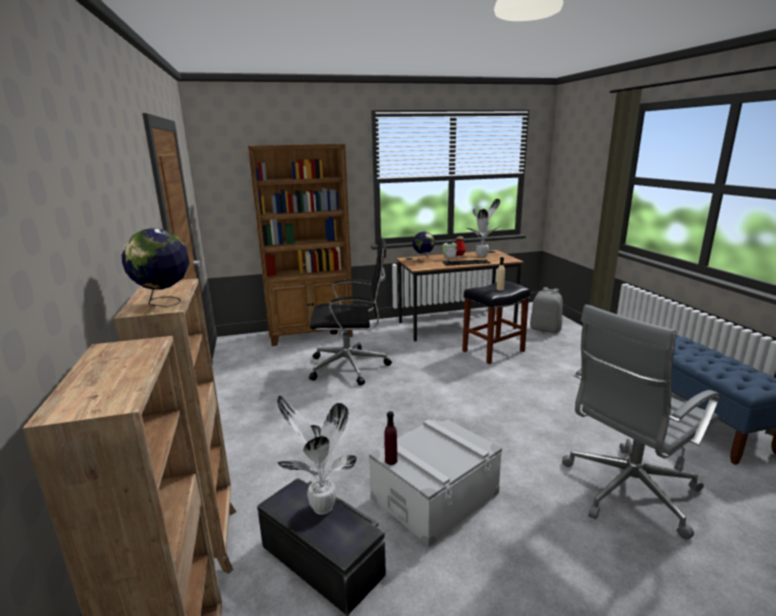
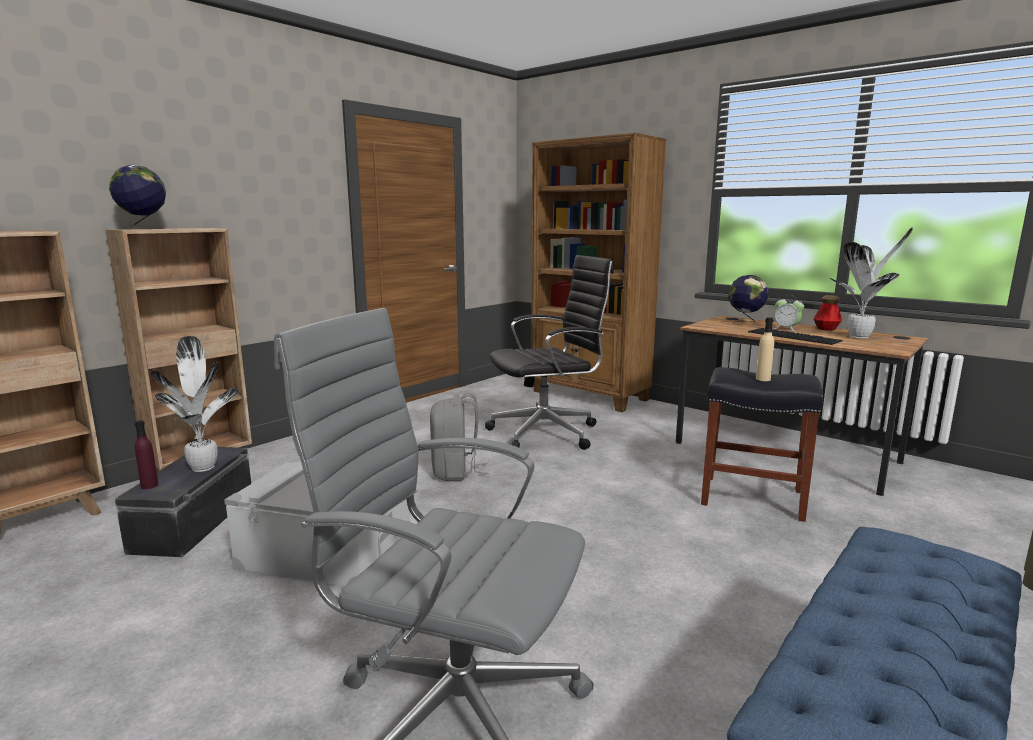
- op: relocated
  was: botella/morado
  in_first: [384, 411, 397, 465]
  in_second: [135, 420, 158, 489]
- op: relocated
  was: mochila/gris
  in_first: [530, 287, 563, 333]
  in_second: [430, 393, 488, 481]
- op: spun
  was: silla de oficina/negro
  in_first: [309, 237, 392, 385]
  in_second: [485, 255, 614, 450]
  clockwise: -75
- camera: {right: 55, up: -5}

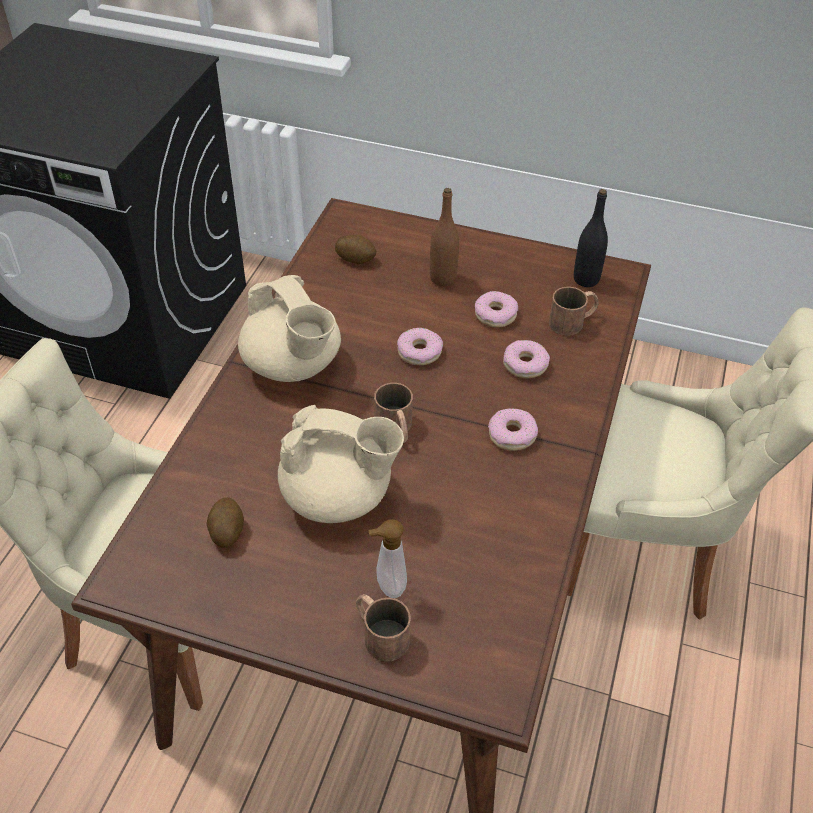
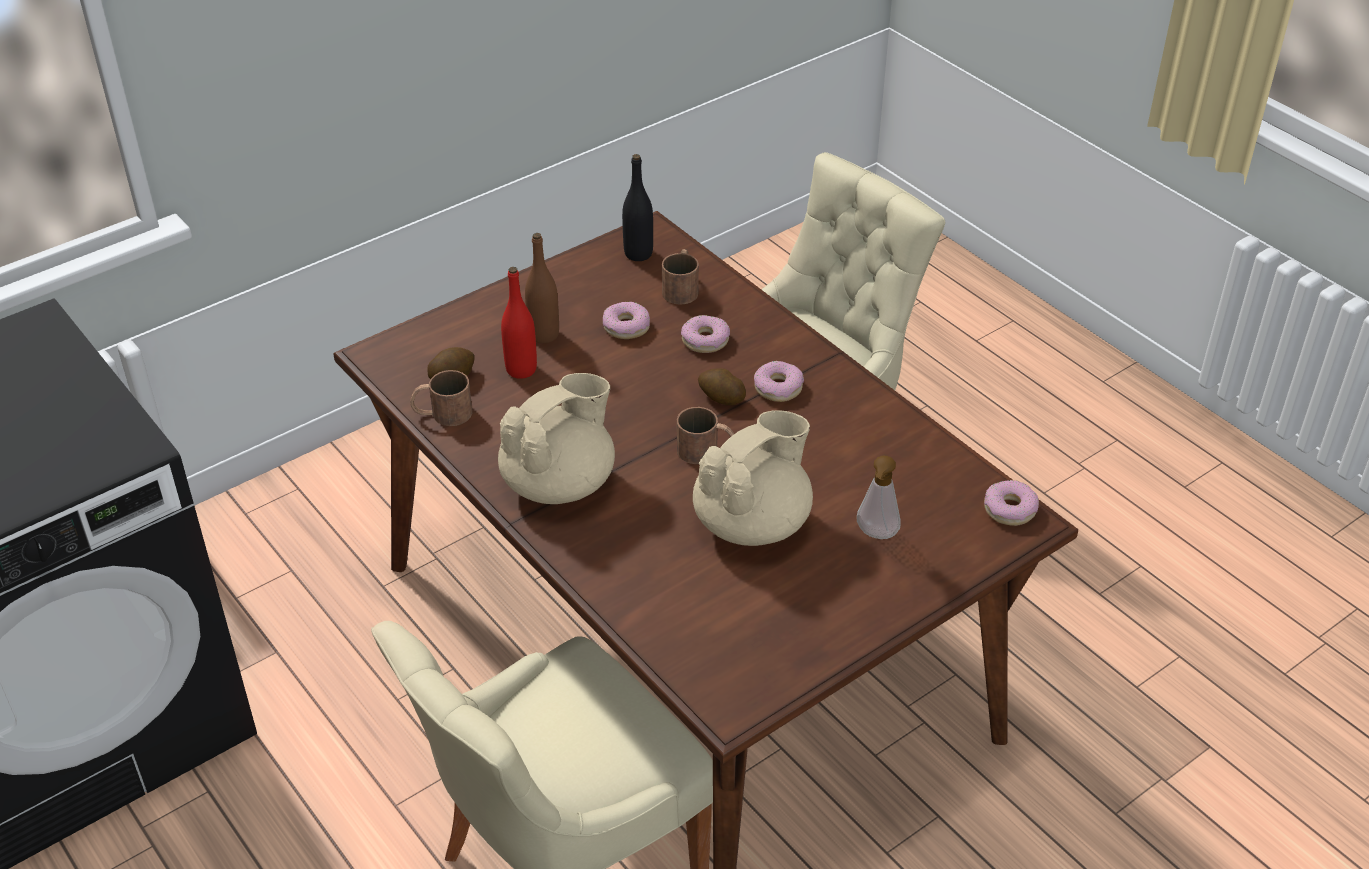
- op: appeared
  now: botella/rojo
  in_second: [501, 267, 537, 379]
- op: relocated
  was: patata
  in_first: [207, 497, 244, 548]
  in_second: [698, 368, 746, 405]
- op: relocated
  was: taza grande/marrón
  in_first: [356, 594, 411, 662]
  in_second: [410, 370, 472, 426]
- op: relocated
  was: rosquilla
  in_first: [397, 328, 443, 365]
  in_second: [984, 480, 1039, 526]
- op: spun
  was: tetera/beis
  in_first: [238, 275, 341, 382]
  in_second: [498, 373, 615, 504]
  clockwise: -45
- camera: {right: -55, up: -5}

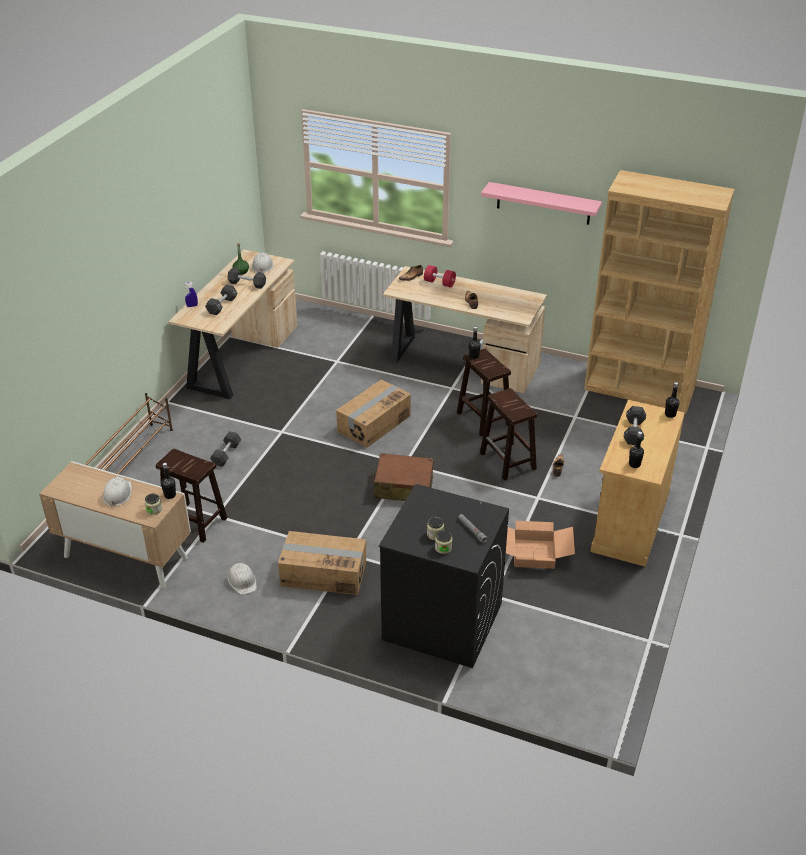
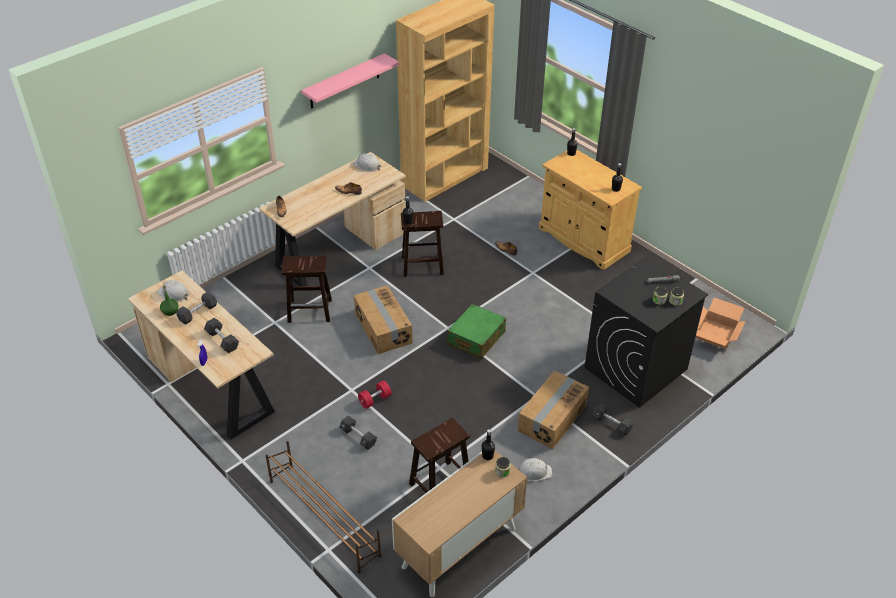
- op: relocated
  was: casco/blanco
  in_first: [103, 476, 132, 507]
  in_second: [353, 153, 381, 172]
- op: relocated
  was: mancuerna/rojo
  in_first: [424, 265, 456, 287]
  in_second: [358, 381, 392, 409]
- op: relocated
  was: taburete/marrón
  in_first: [480, 388, 537, 481]
  in_second: [281, 256, 332, 323]
- op: relocated
  was: caja de cartón
  in_first: [506, 521, 575, 569]
  in_second: [696, 297, 746, 349]
- op: relocated
  was: mancuerna/negro
  in_first: [624, 406, 646, 445]
  in_second: [593, 403, 633, 435]
- op: colour
  was: maleta/marrón
  now: maleta/verde
  in_first: [373, 453, 434, 501]
  in_second: [447, 304, 506, 359]
- camera: {right: -65, up: 5}

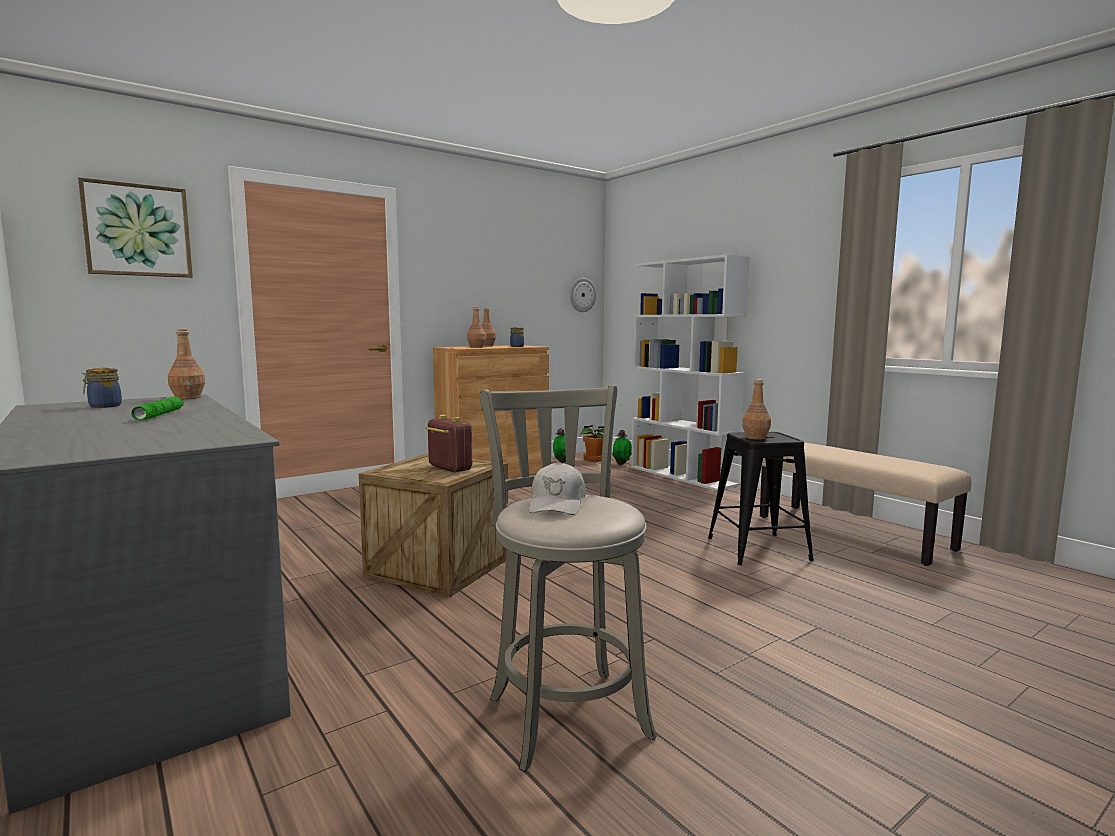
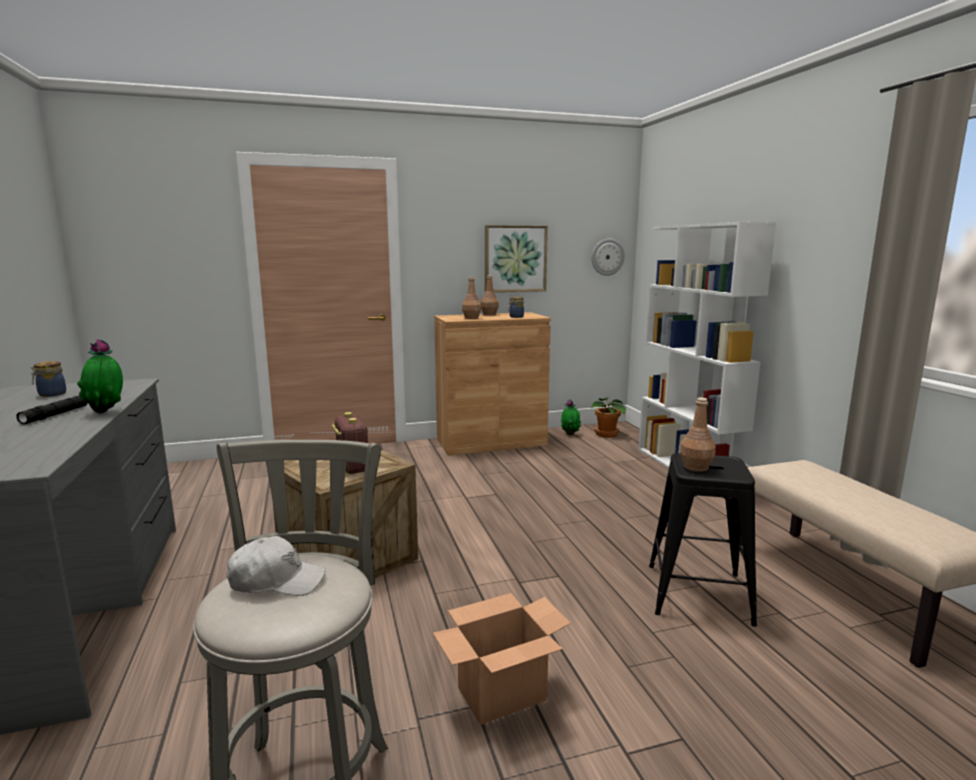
- op: missing
  was: botella/marrón
  in_first: [168, 329, 205, 399]
- op: appeared
  now: caja de cartón
  in_second: [433, 593, 571, 725]
- op: relocated
  was: cuadro
  in_first: [78, 177, 193, 278]
  in_second: [485, 225, 548, 292]
- op: relocated
  was: planta en maceta
  in_first: [612, 430, 632, 465]
  in_second: [77, 339, 123, 414]
- op: colour
  was: linterna/verde
  now: linterna/negro
  in_first: [131, 397, 184, 421]
  in_second: [16, 396, 88, 424]
- op: spun
  was: gorra/blanco
  in_first: [529, 462, 586, 515]
  in_second: [227, 536, 326, 596]
  clockwise: -120
- camera: {right: 20, up: 5}

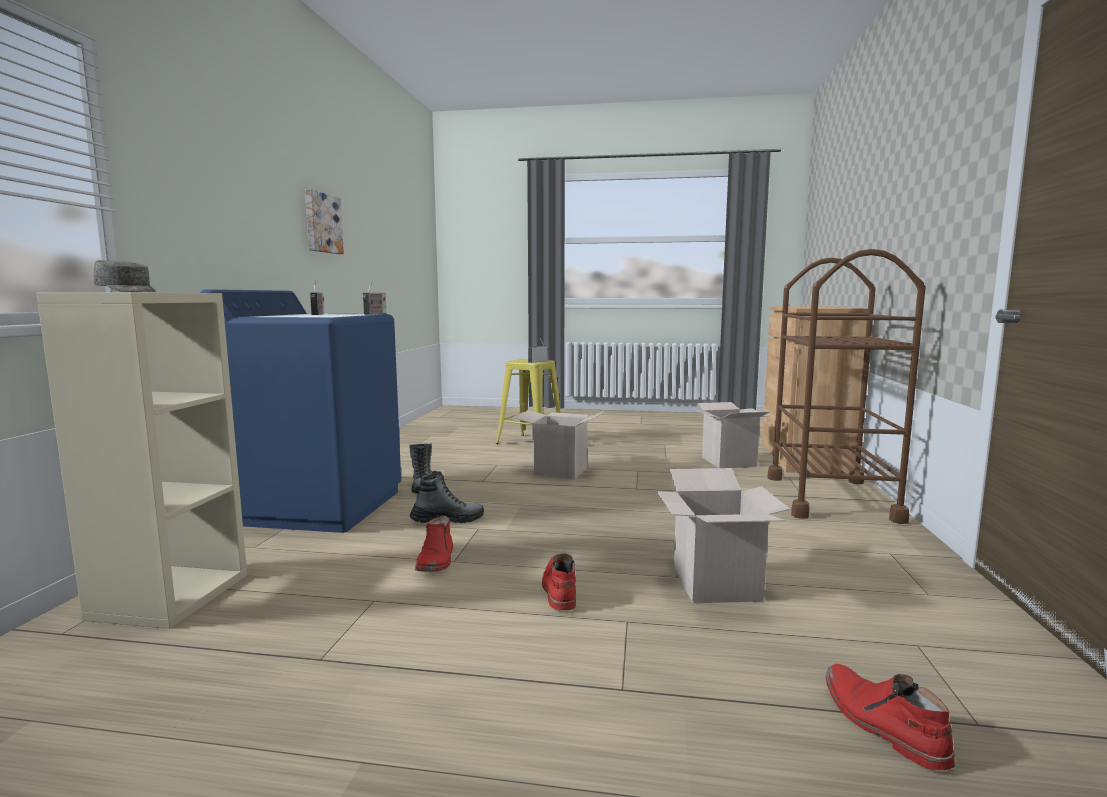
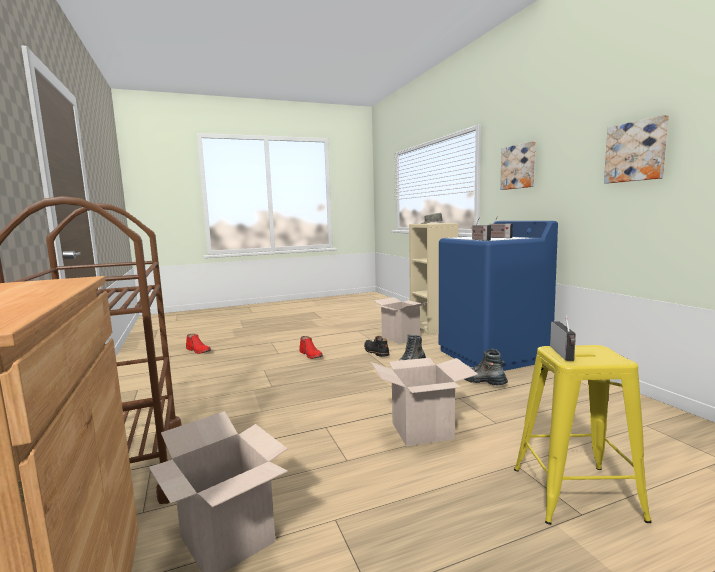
- op: appeared
  now: cuadro
  in_second: [500, 141, 535, 190]
- op: relocated
  was: caja de cartón
  in_first: [657, 468, 790, 603]
  in_second: [374, 297, 428, 344]
- op: colour
  was: bota/rojo
  now: bota/negro
  in_first: [415, 515, 453, 572]
  in_second: [364, 336, 389, 357]
- camera: {right: 150, up: 0}

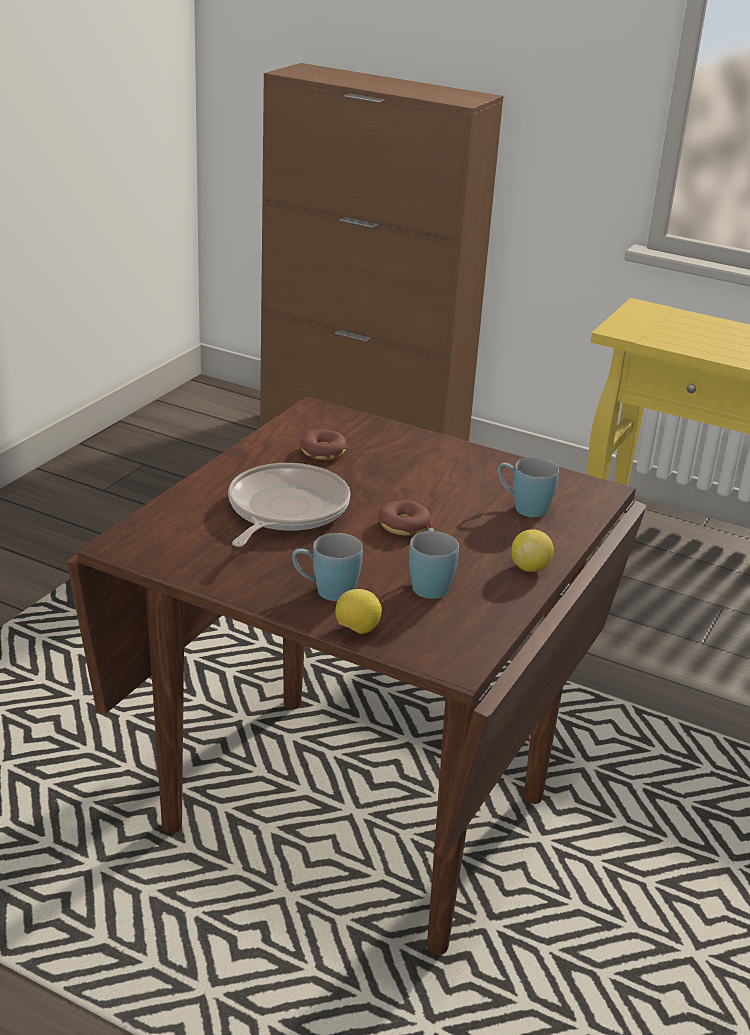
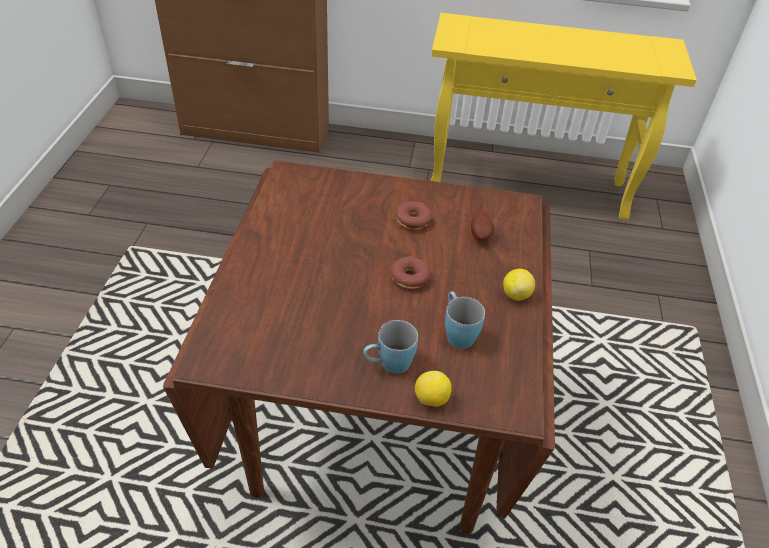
- op: missing
  was: sartén
  in_first: [228, 463, 350, 547]
- op: relocated
  was: rosquilla
  in_first: [300, 429, 347, 460]
  in_second: [395, 201, 432, 230]
- op: exchanged
  was: taza grande/azul
  now: patata
  in_first: [498, 457, 559, 517]
  in_second: [471, 211, 494, 241]
- camera: {right: -20, up: 15}

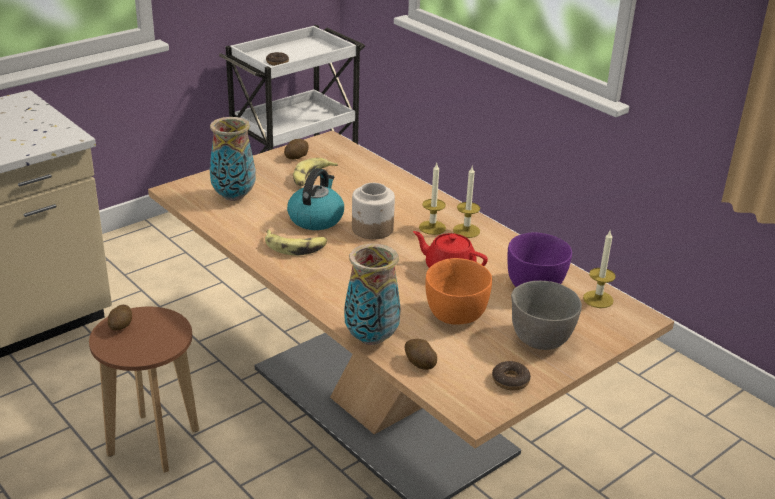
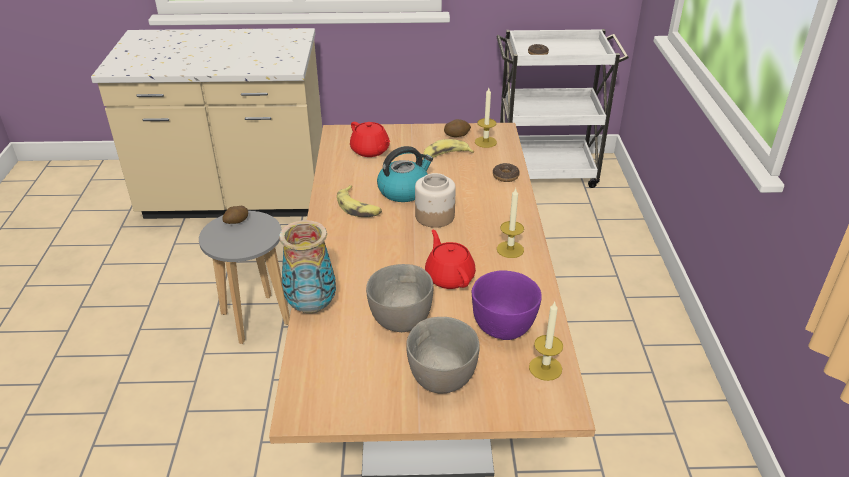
- op: missing
  was: patata
  in_first: [404, 339, 437, 370]
- op: relocated
  was: vela
  in_first: [419, 163, 446, 235]
  in_second: [475, 88, 497, 148]
- op: relocated
  was: rosquilla
  in_first: [492, 361, 531, 391]
  in_second: [493, 163, 520, 182]
- op: exchanged
  was: florero
  now: tetera/rojo
  in_first: [210, 117, 256, 201]
  in_second: [350, 122, 390, 157]
- op: colour
  was: taburete/marrón
  now: taburete/gris
  in_first: [89, 307, 199, 473]
  in_second: [199, 211, 290, 344]
- op: colour
  was: cuenco/naranja
  now: cuenco/gris
  in_first: [425, 258, 492, 325]
  in_second: [366, 264, 433, 332]
- camera: {right: 40, up: 5}

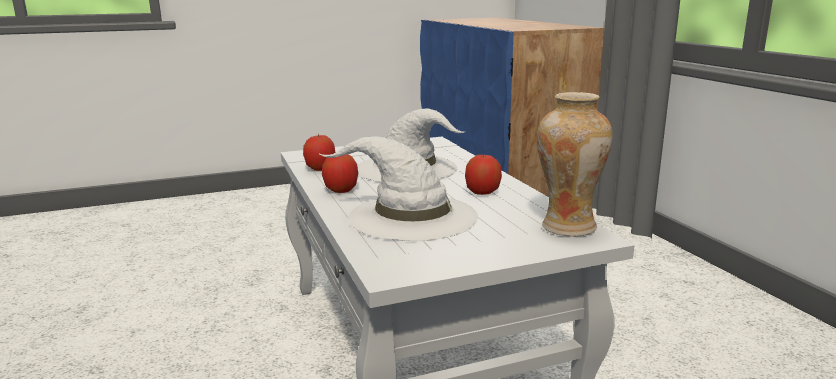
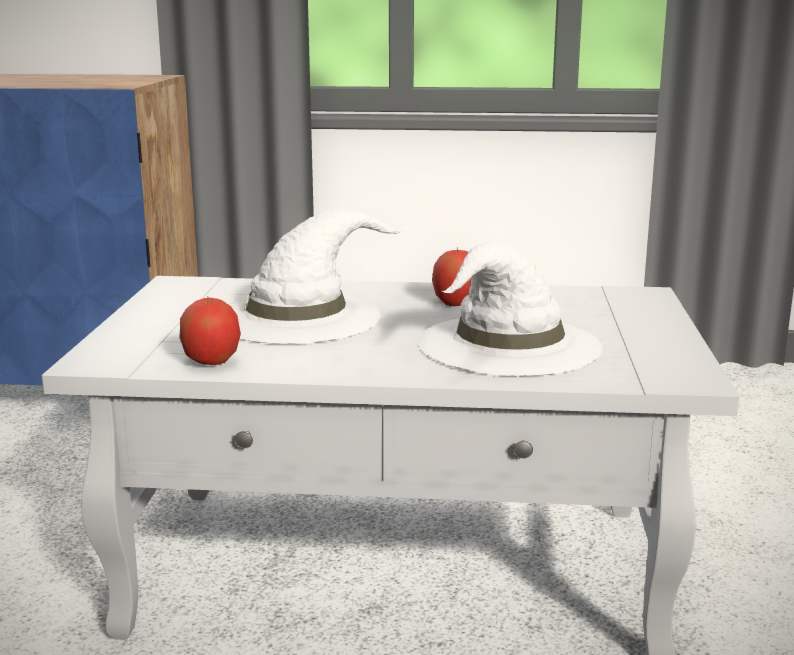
- op: missing
  was: manzana
  in_first: [322, 154, 358, 193]
- op: missing
  was: florero
  in_first: [537, 92, 613, 236]
- camera: {right: -65, up: 0}

